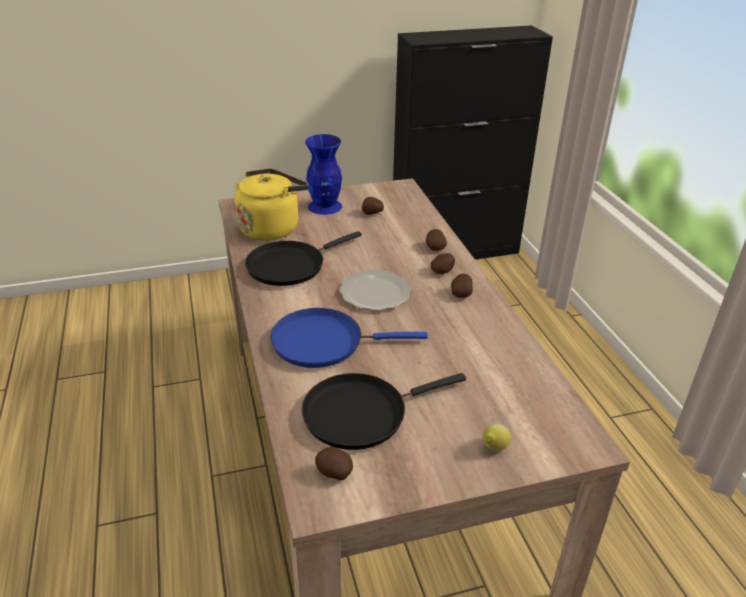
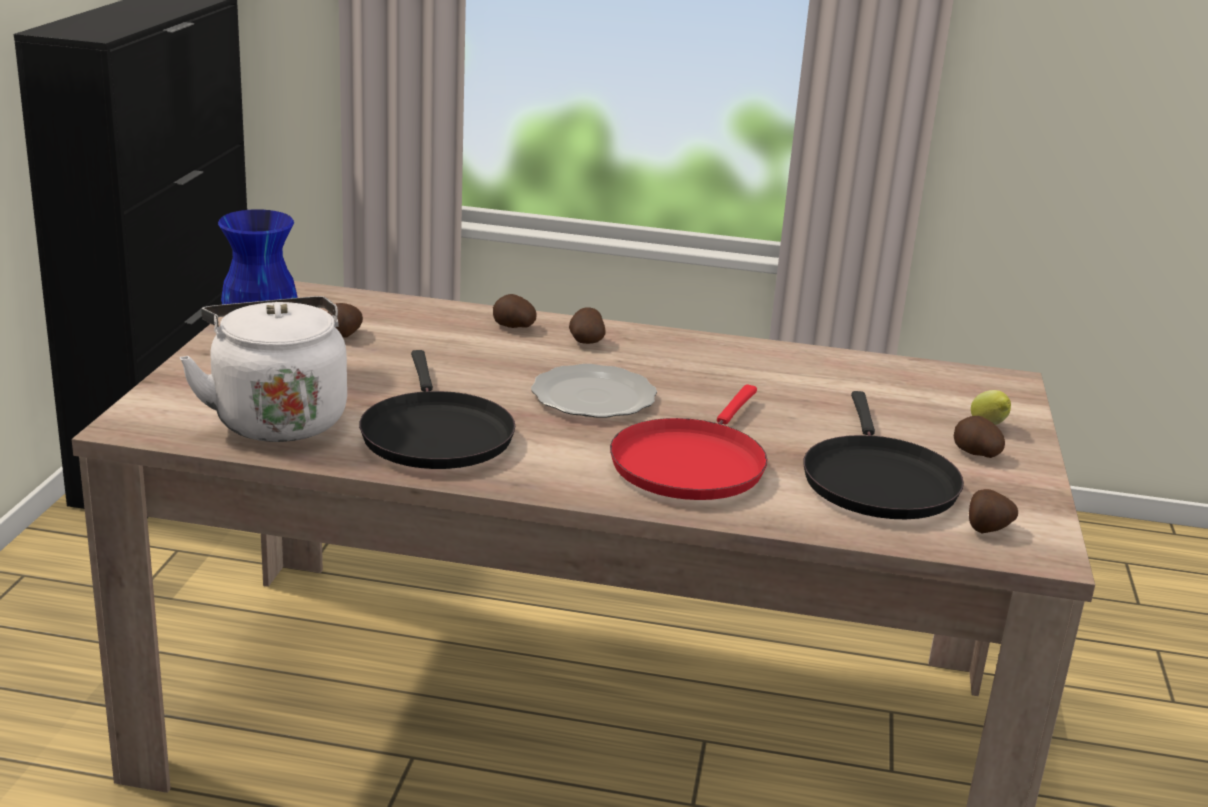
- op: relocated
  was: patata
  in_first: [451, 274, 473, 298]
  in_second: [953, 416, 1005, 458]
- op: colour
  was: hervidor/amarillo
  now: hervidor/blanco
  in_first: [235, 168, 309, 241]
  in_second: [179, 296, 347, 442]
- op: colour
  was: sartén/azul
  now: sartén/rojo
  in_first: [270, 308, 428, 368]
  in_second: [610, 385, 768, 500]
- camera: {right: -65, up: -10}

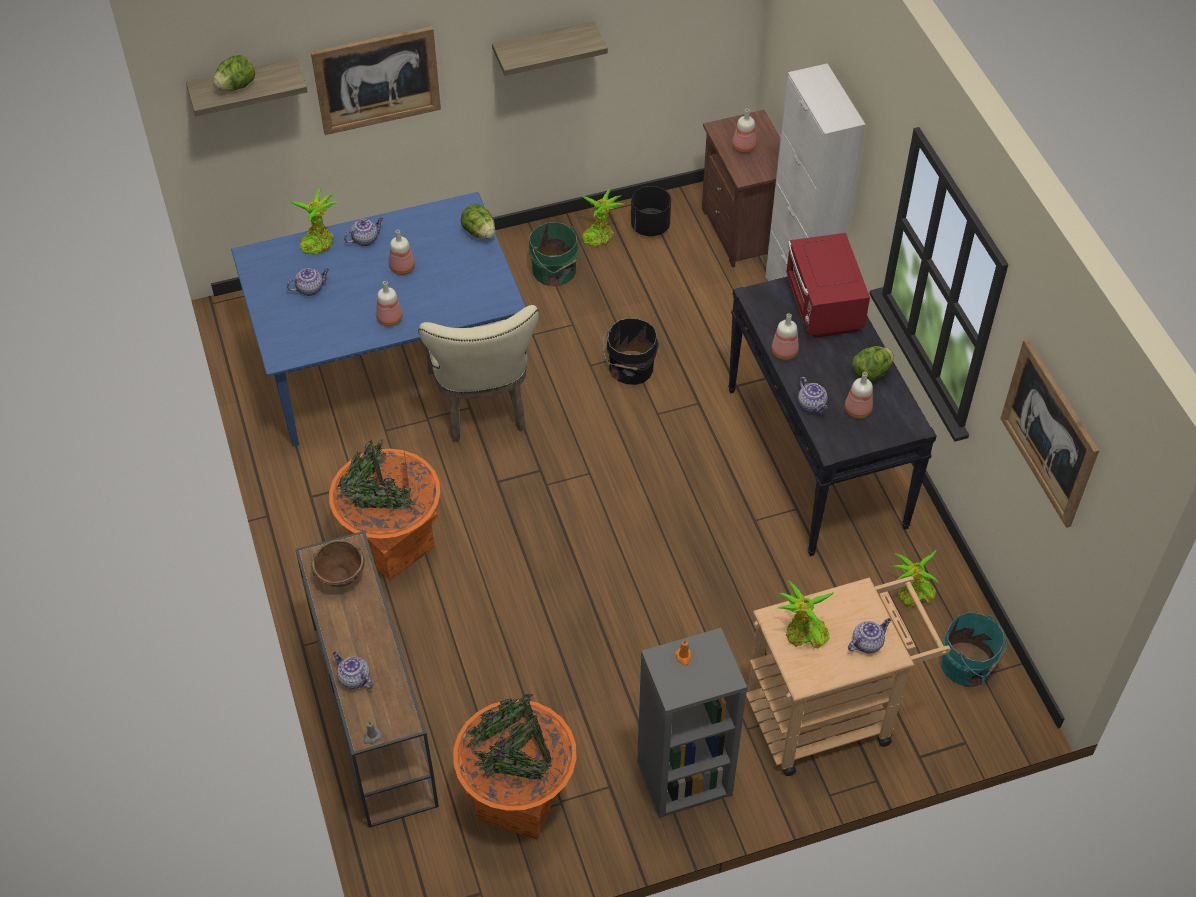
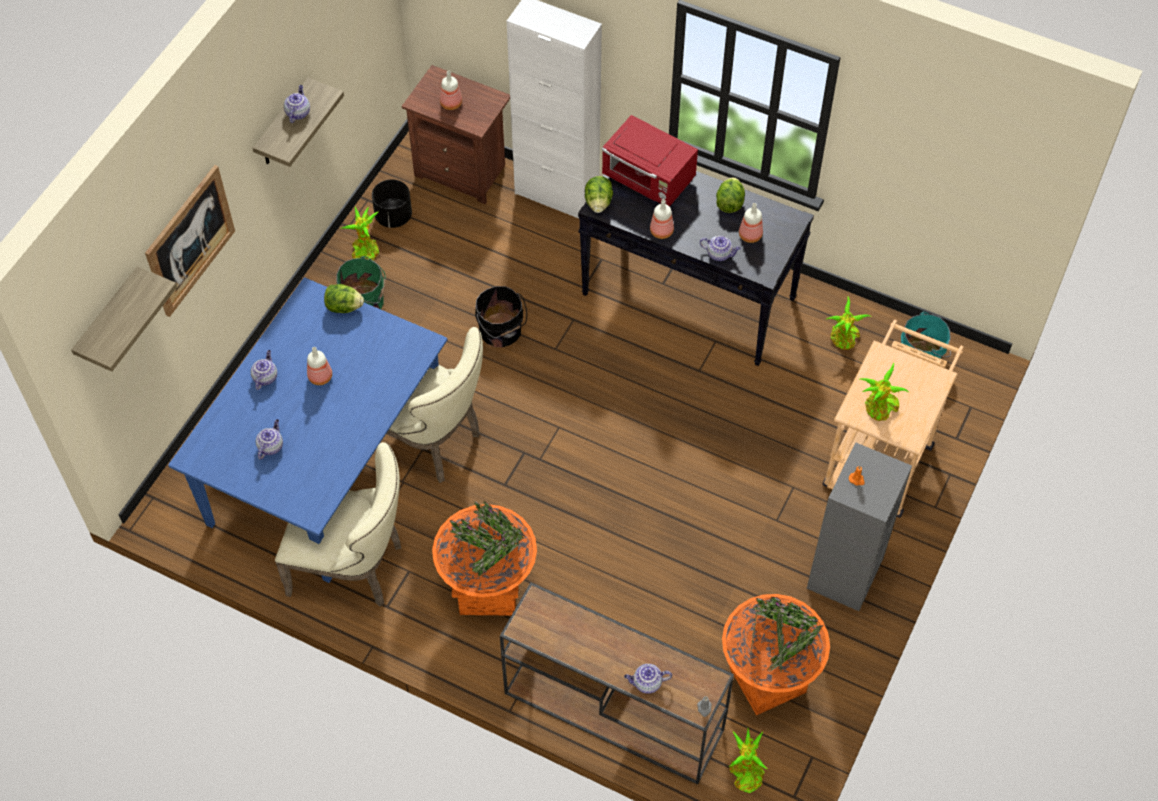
- op: missing
  was: cuenco/marrón
  in_first: [311, 540, 365, 587]
- op: missing
  was: botella
  in_first: [376, 281, 403, 327]
- op: missing
  was: cuadro
  in_first: [1000, 339, 1099, 528]
- op: appeared
  now: silla/beis
  in_second: [275, 442, 401, 607]
- op: relocated
  was: lechuga
  in_first: [213, 55, 255, 91]
  in_second: [585, 176, 613, 213]
- op: relocated
  was: planta en maceta
  in_first: [288, 188, 339, 255]
  in_second: [729, 728, 769, 793]
- op: relocated
  was: tetera
  in_first: [848, 618, 891, 653]
  in_second: [284, 85, 310, 123]
- camera: {right: -45, up: 5}

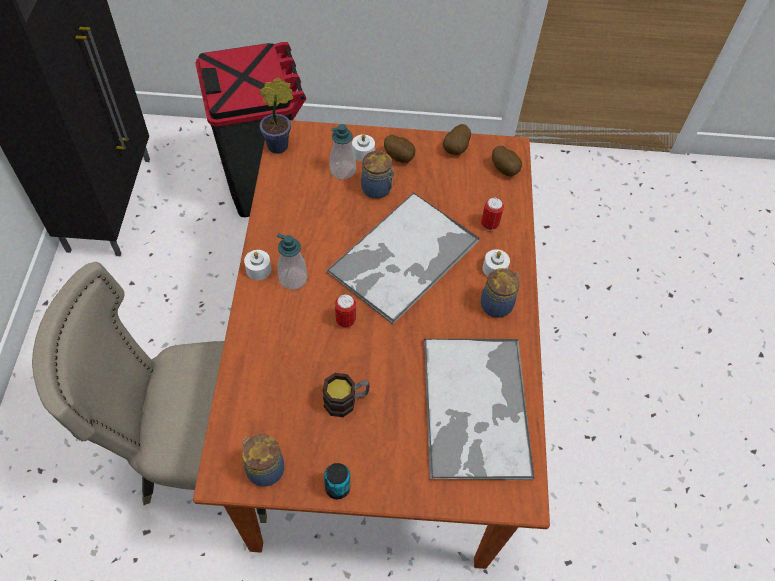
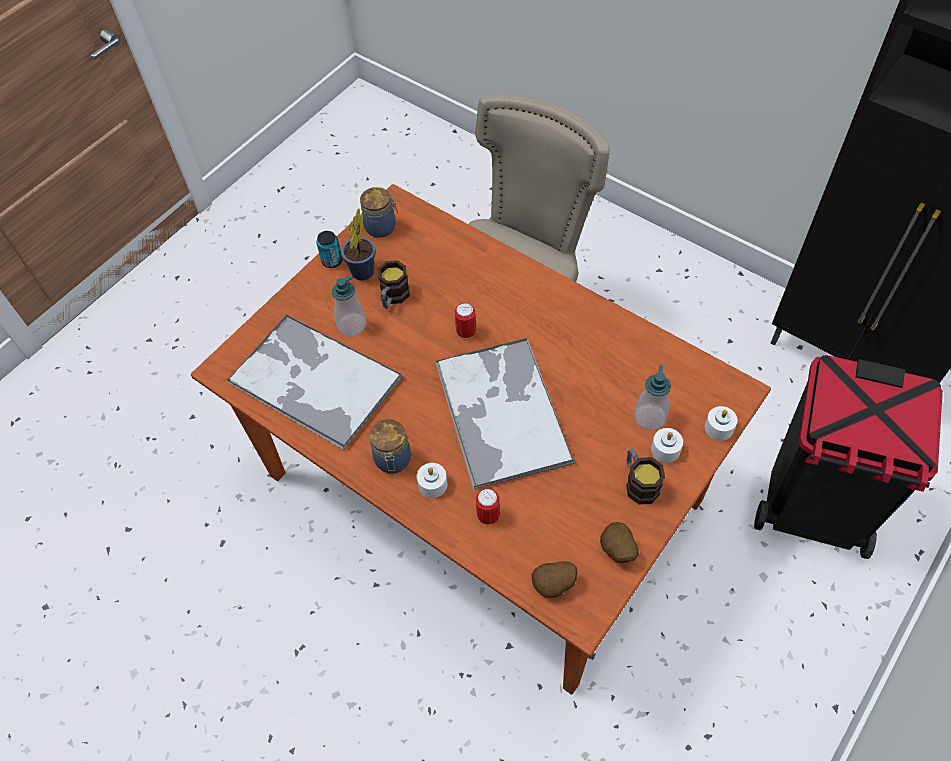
- op: missing
  was: tarro
  in_first: [361, 151, 395, 199]
- op: relocated
  was: vela/blanco
  in_first: [244, 250, 271, 280]
  in_second: [705, 406, 737, 441]
- op: relocated
  was: planta en maceta
  in_first: [260, 78, 293, 154]
  in_second: [341, 209, 376, 281]
- op: relocated
  was: dispensador de jabón
  in_first: [277, 233, 307, 290]
  in_second: [332, 275, 366, 336]
- op: exchanged
  was: patata
  now: taza grande
  in_first: [384, 135, 415, 163]
  in_second: [626, 449, 665, 504]
- camera: {right: 130, up: 0}

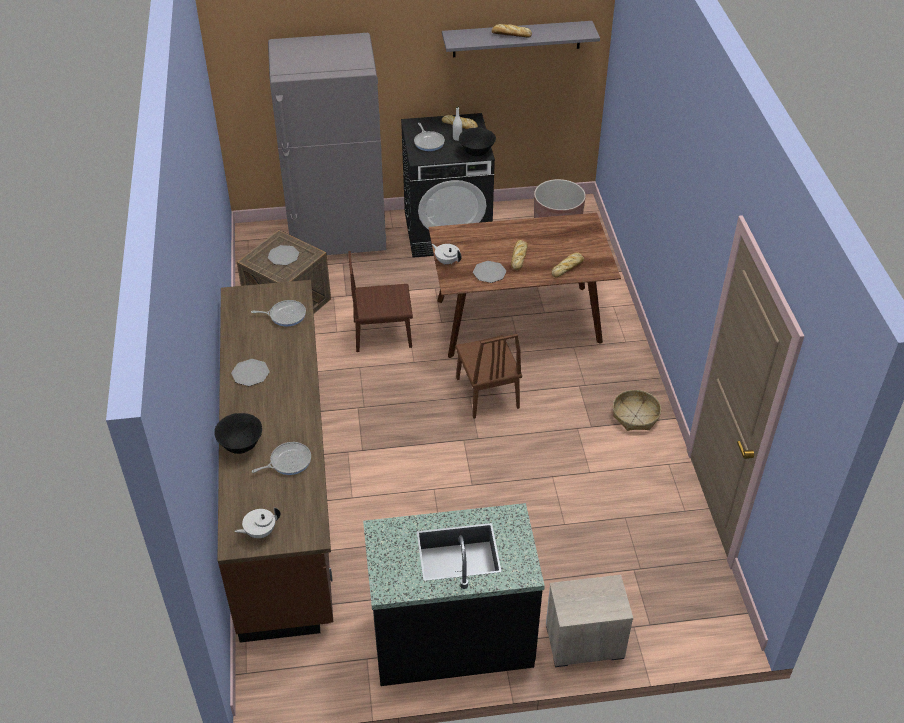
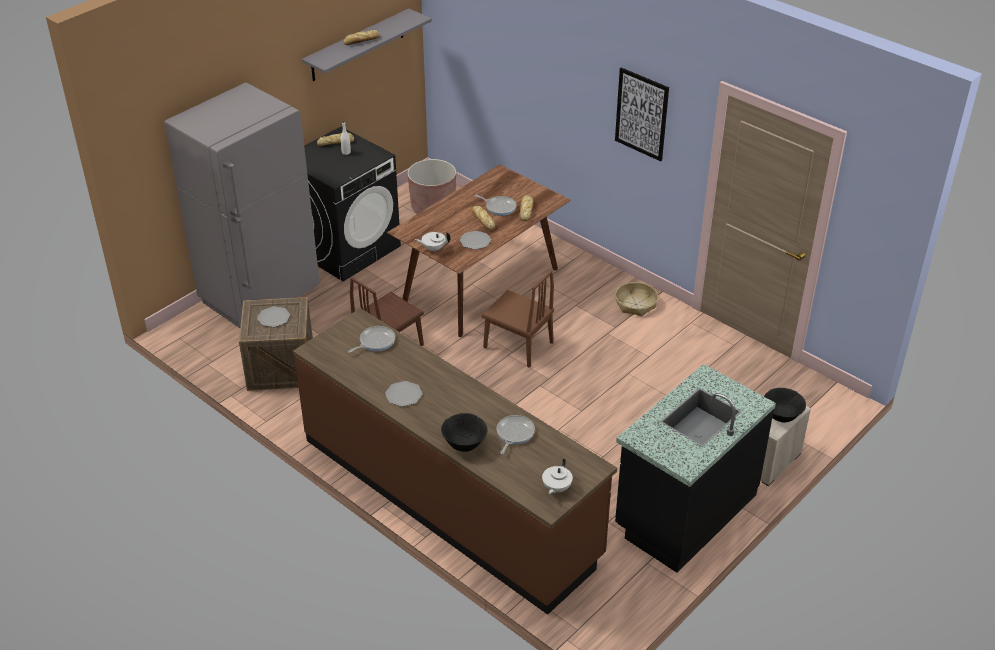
- op: appeared
  now: cuadro
  in_second: [615, 67, 669, 161]
- op: relocated
  was: sartén
  in_first: [414, 123, 445, 151]
  in_second: [475, 195, 517, 216]
- op: relocated
  was: cuenco/negro
  in_first: [459, 128, 496, 156]
  in_second: [764, 388, 806, 423]
- camera: {right: -40, up: -5}

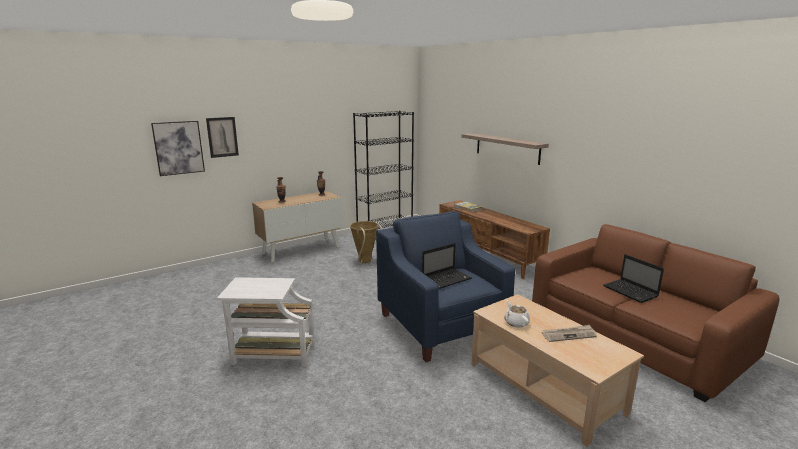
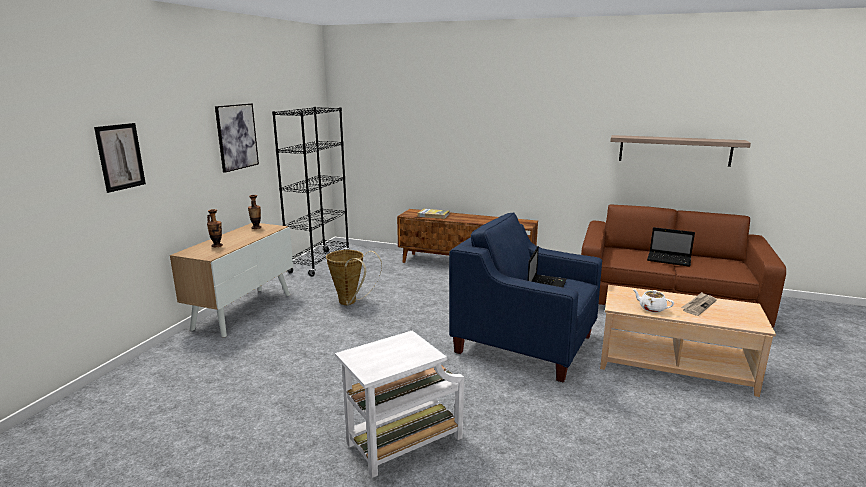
- op: relocated
  was: cuadro
  in_first: [151, 121, 205, 176]
  in_second: [215, 103, 259, 173]
- op: relocated
  was: estante
  in_first: [461, 133, 549, 165]
  in_second: [610, 135, 751, 167]
- camera: {right: -35, up: 0}

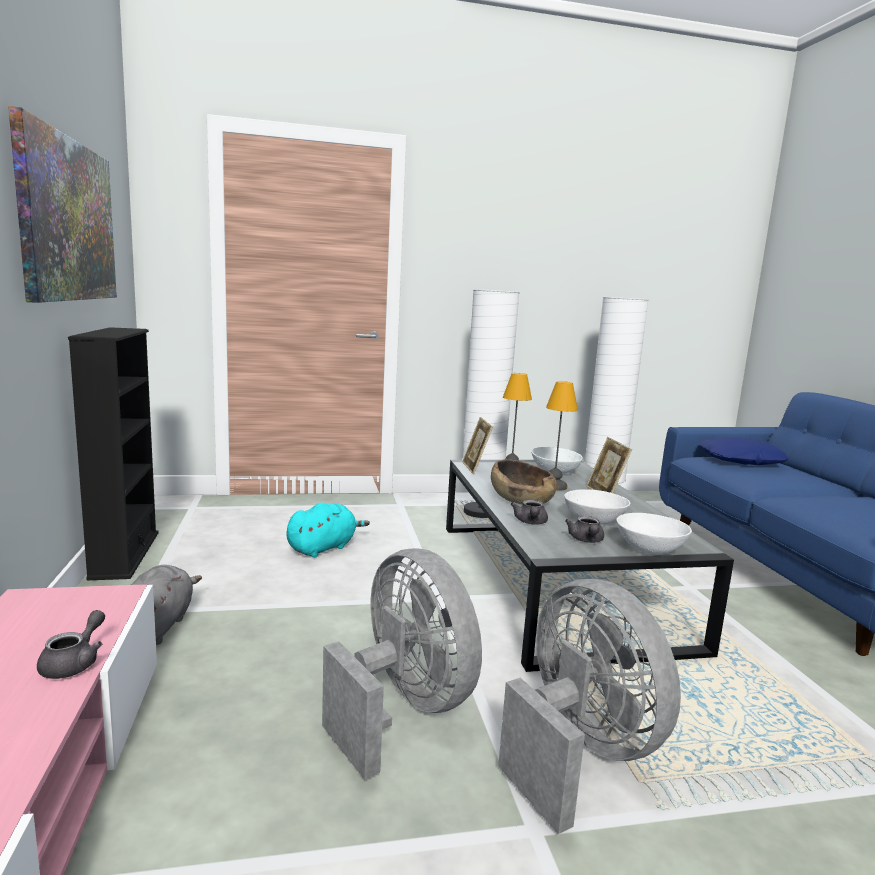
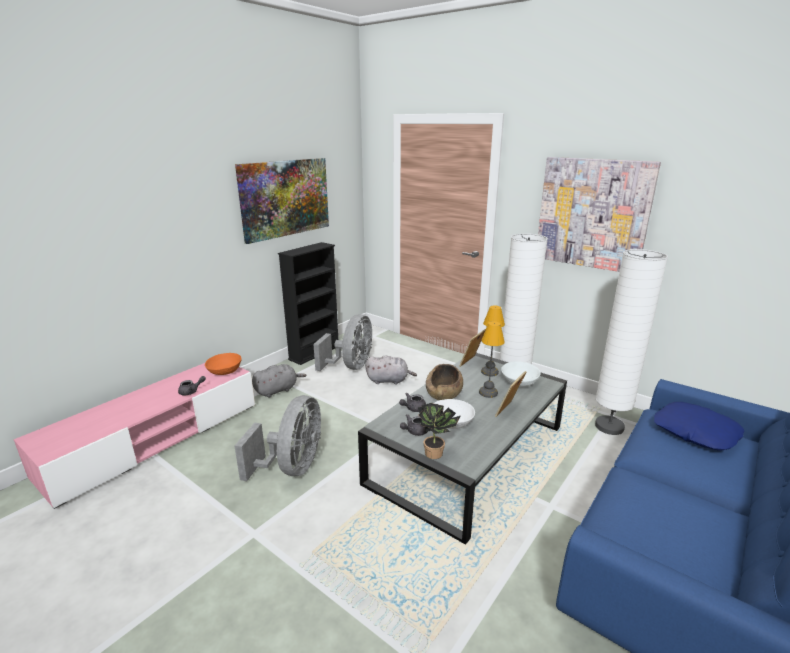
- op: appeared
  now: cuenco/naranja
  in_second: [205, 353, 242, 375]
- op: appeared
  now: cuadro
  in_second: [538, 157, 661, 272]
- op: relocated
  was: ventilador/gris
  in_first: [498, 579, 681, 834]
  in_second: [313, 314, 372, 371]
- op: exchanged
  was: cuenco/blanco
  now: planta en maceta
  in_first: [616, 513, 692, 554]
  in_second: [418, 403, 460, 459]
- op: colour
  was: peluche/turquesa
  now: peluche/gris
  in_first: [286, 503, 370, 558]
  in_second: [366, 355, 417, 385]
- camera: {right: 50, up: 10}

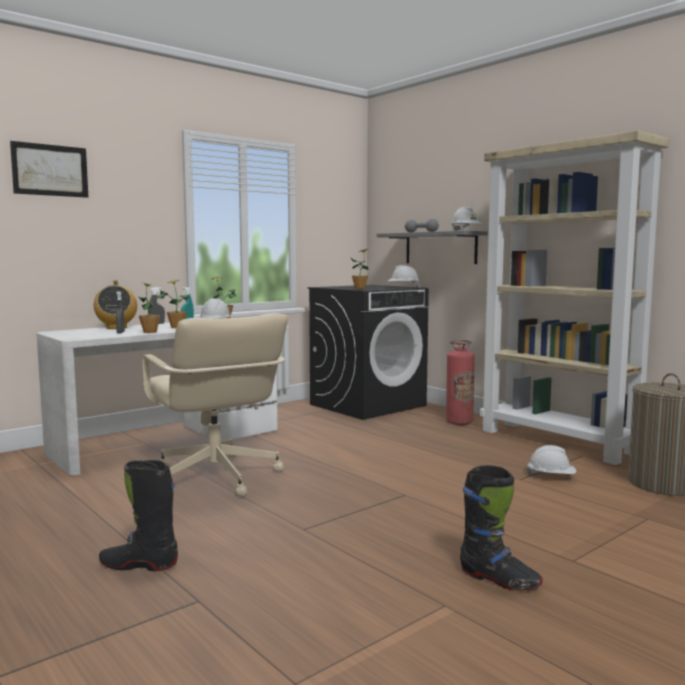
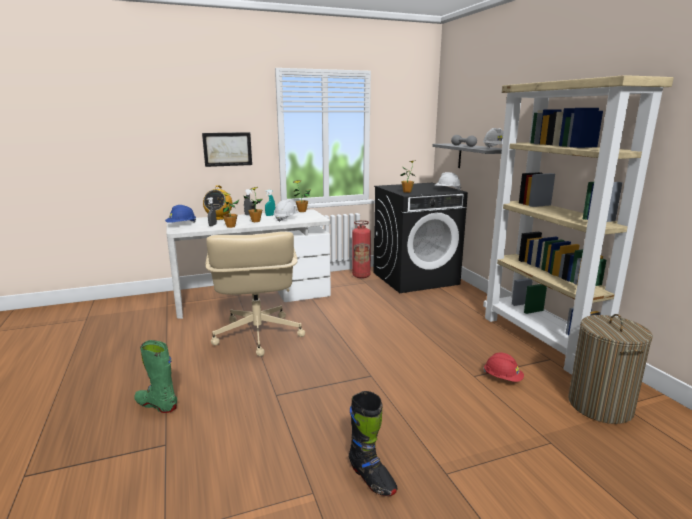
- op: appeared
  now: casco/azul
  in_second: [165, 205, 196, 223]
- op: relocated
  was: cuadro
  in_first: [10, 141, 88, 198]
  in_second: [202, 132, 252, 167]
- op: relocated
  was: extintor
  in_first: [446, 340, 475, 425]
  in_second: [352, 220, 371, 278]
- op: colour
  was: bota/negro
  now: bota/verde
  in_first: [99, 460, 178, 571]
  in_second: [134, 340, 177, 413]
- op: colour
  was: casco/blanco
  now: casco/rojo
  in_first: [527, 445, 576, 475]
  in_second: [483, 353, 524, 382]
- camera: {right: 20, up: 10}

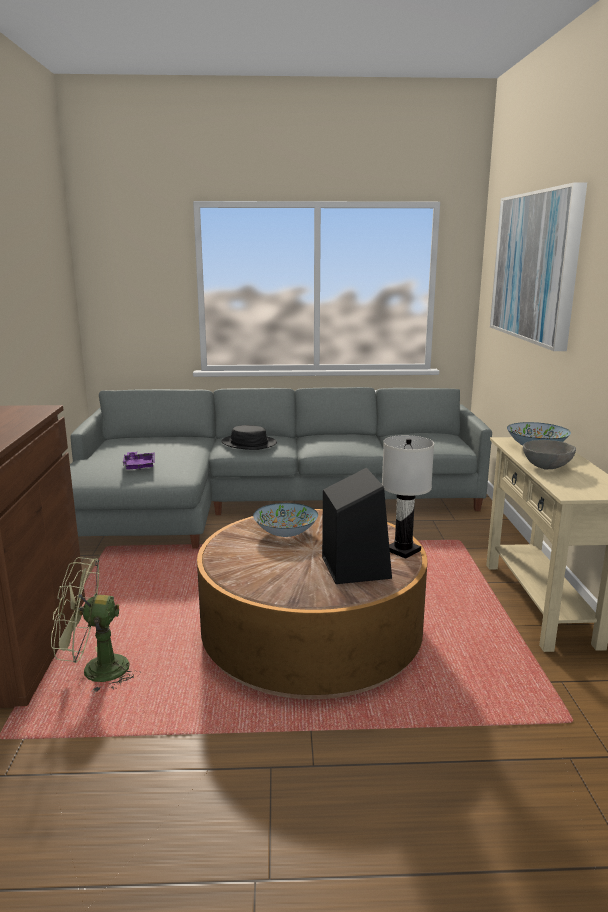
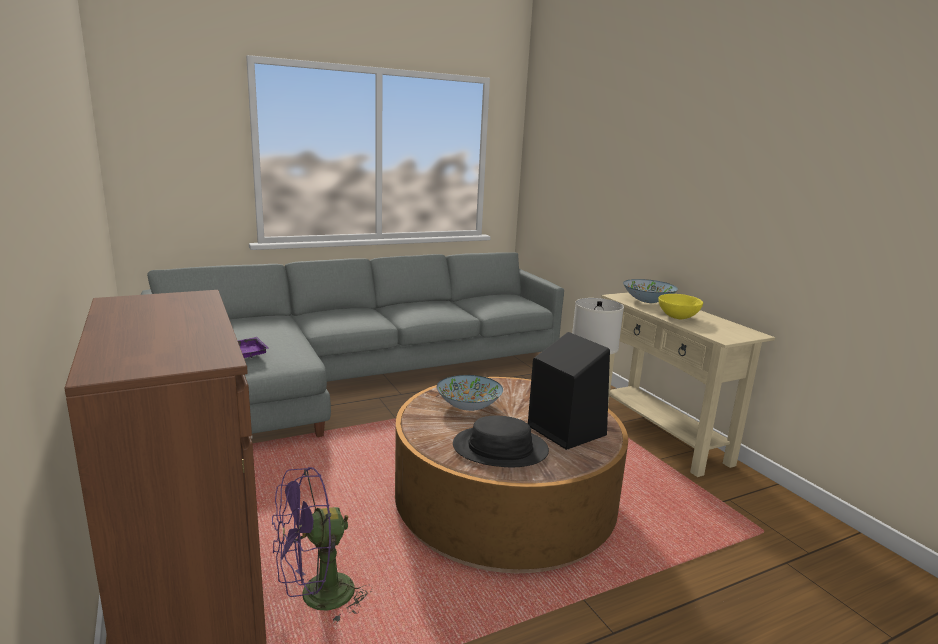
- op: missing
  was: cuadro
  in_first: [490, 182, 587, 351]
- op: relocated
  was: sombrero/negro
  in_first: [221, 425, 277, 450]
  in_second: [453, 416, 549, 467]
- op: colour
  was: ventilador/verde
  now: ventilador/morado
  in_first: [51, 557, 141, 693]
  in_second: [272, 467, 372, 624]
- op: colour
  was: cuenco/gris
  now: cuenco/amarillo
  in_first: [523, 440, 576, 469]
  in_second: [658, 294, 703, 319]
- camera: {right: -25, up: 0}

